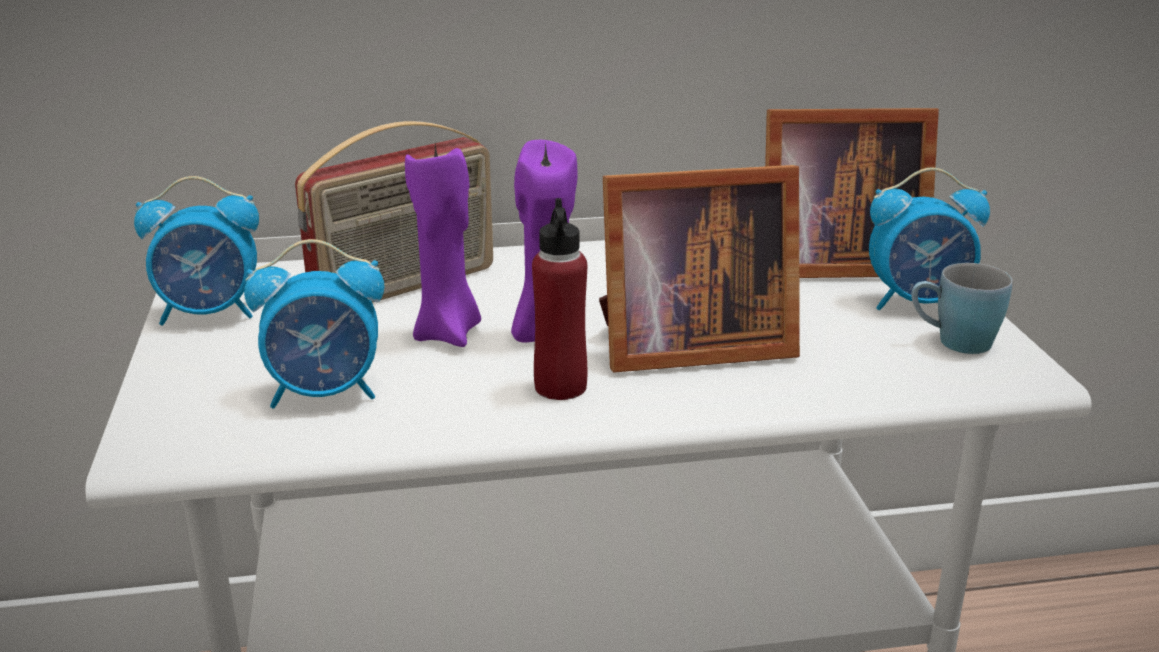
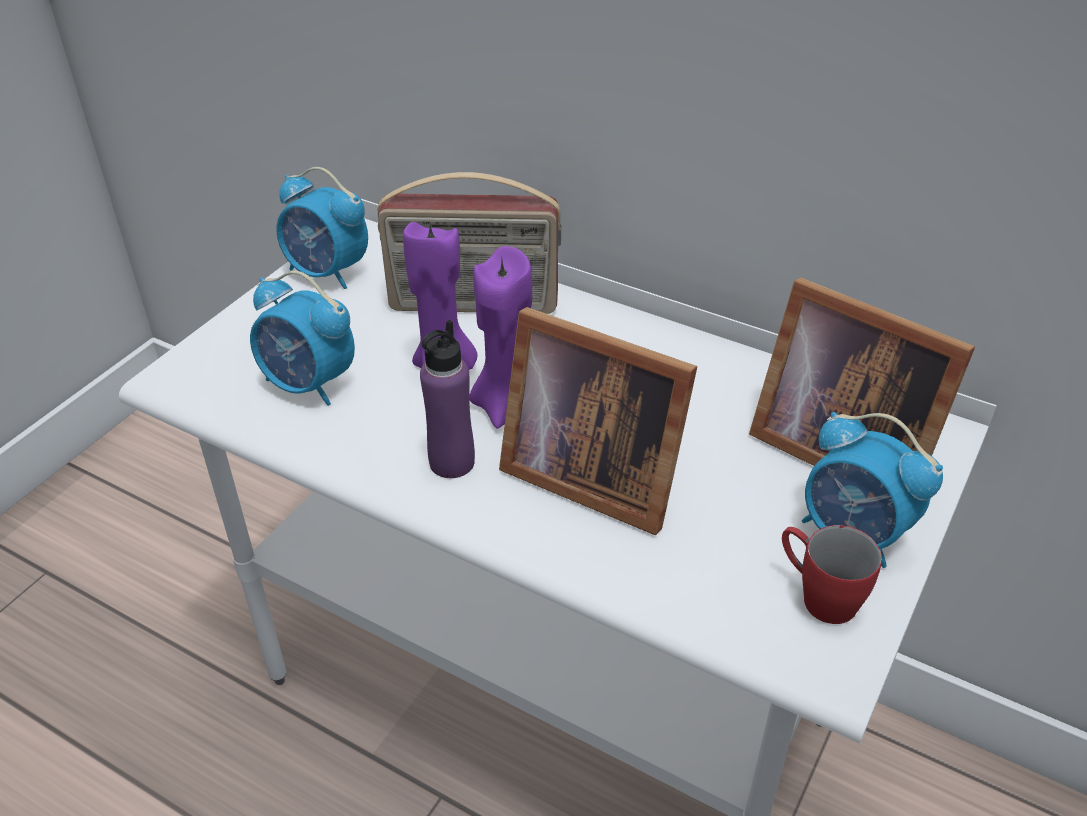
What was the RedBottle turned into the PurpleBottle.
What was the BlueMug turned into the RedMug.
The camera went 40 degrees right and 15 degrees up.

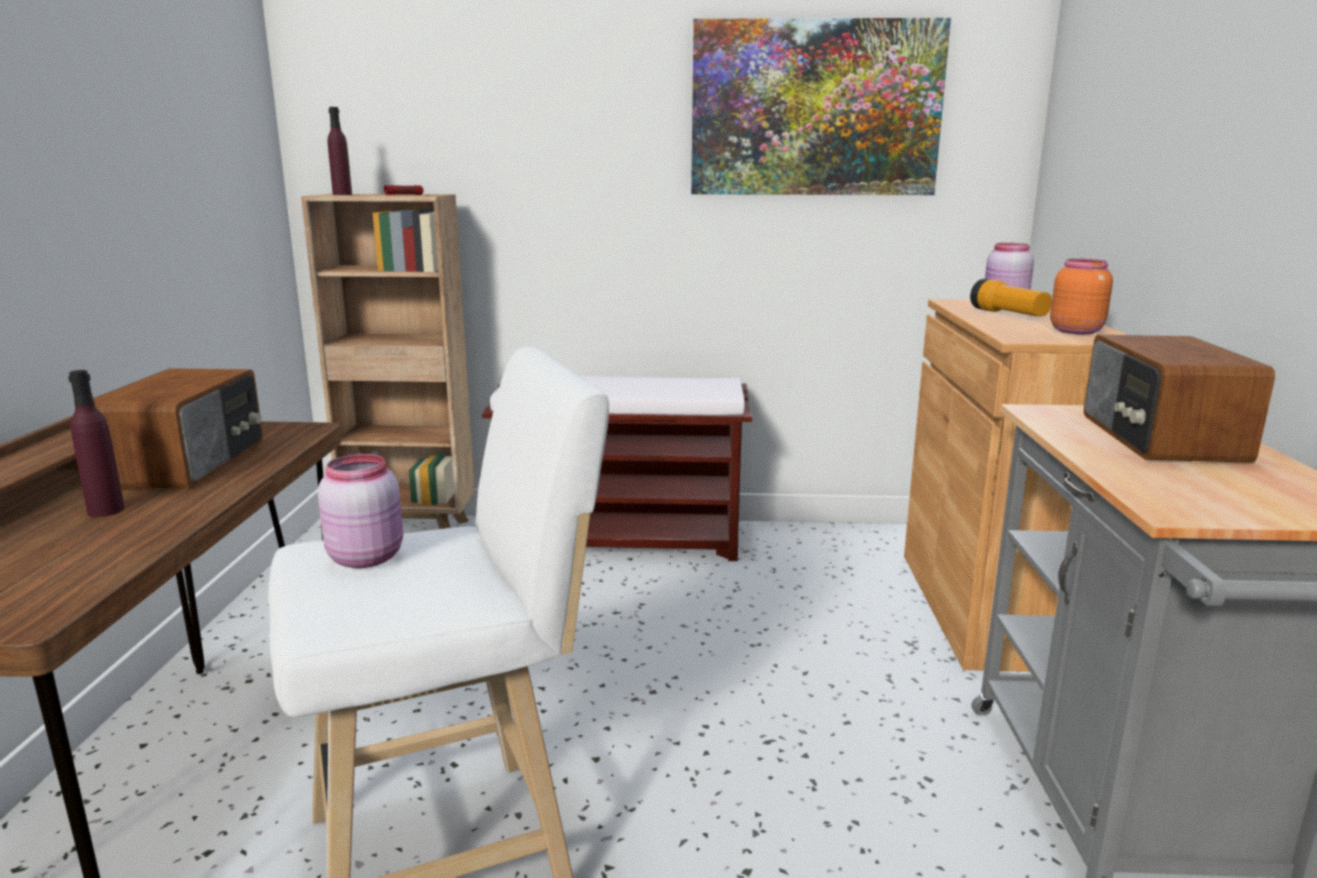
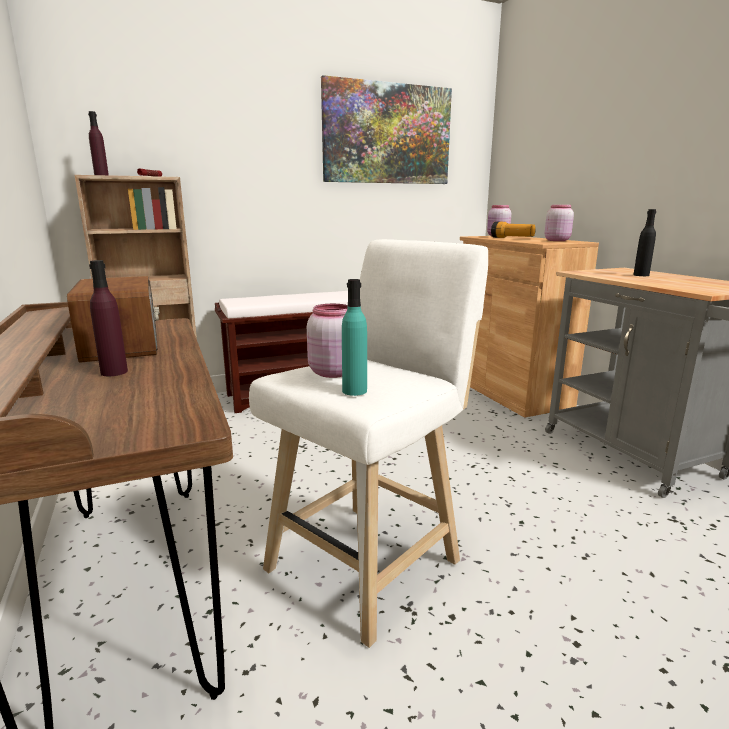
What was the OrangeJar turned into the PinkJar (3rd from left).
Where the Radio (2nd from left) stood, the BlackBottle came to stand.
The second view gained the TurquoiseBottle.
The camera went 25 degrees left and 0 degrees up.

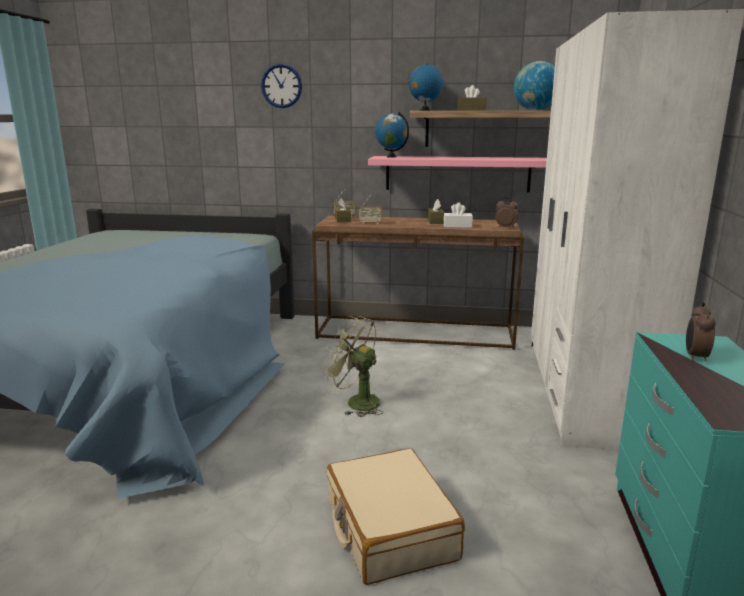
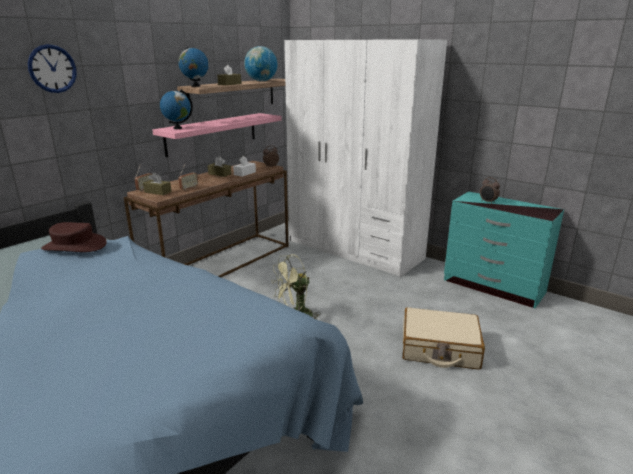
The second view gained the BrownHat.
The camera went 60 degrees left and 5 degrees up.

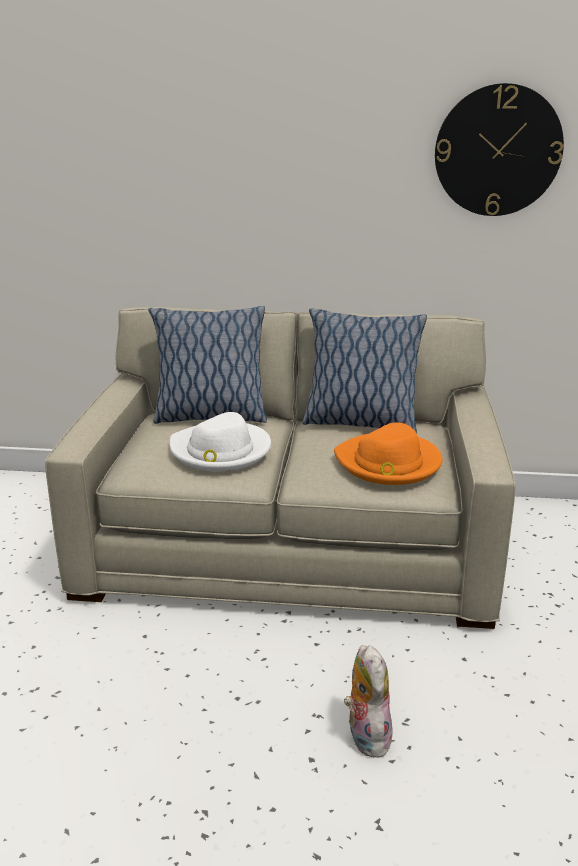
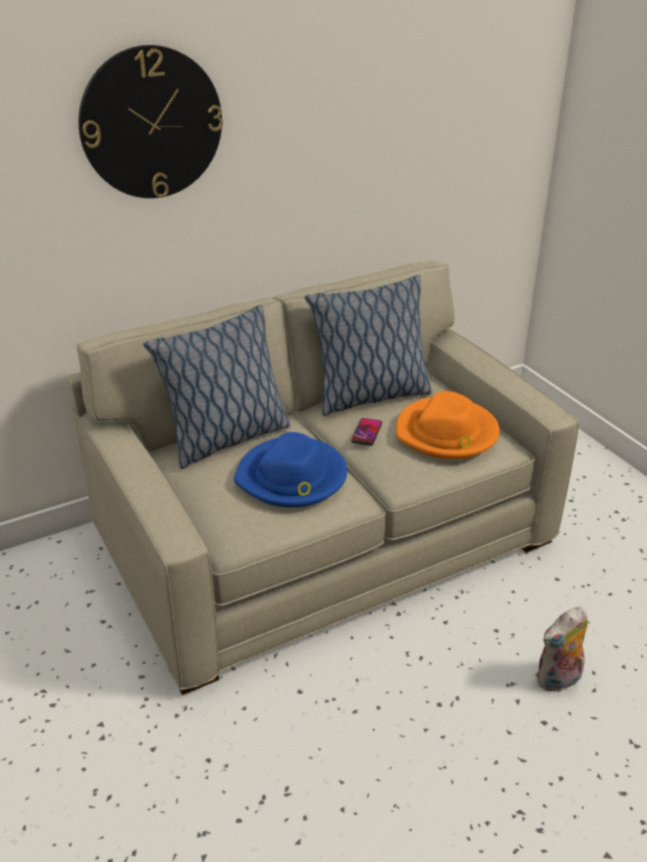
The WallClock ended up elsewhere.
What was the WhiteHat turned into the BlueHat.
The PlushToy ended up facing another way, 75 degrees counterclockwise from before.
The second view gained the Phone.
The camera went 35 degrees left and 10 degrees up.

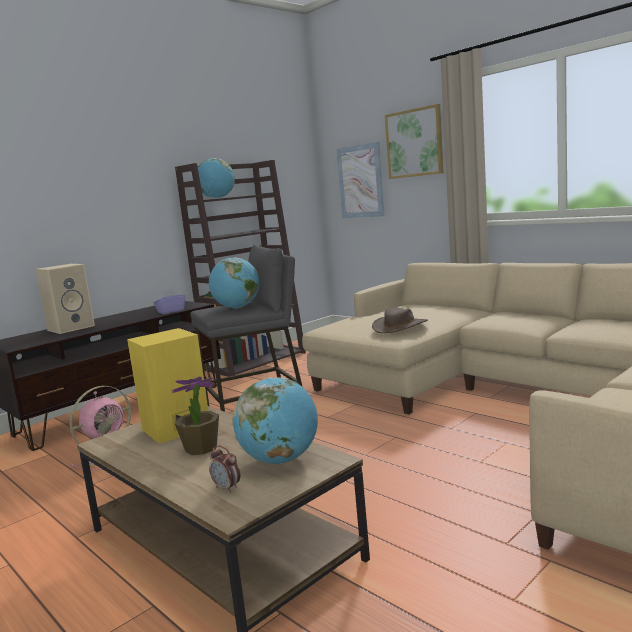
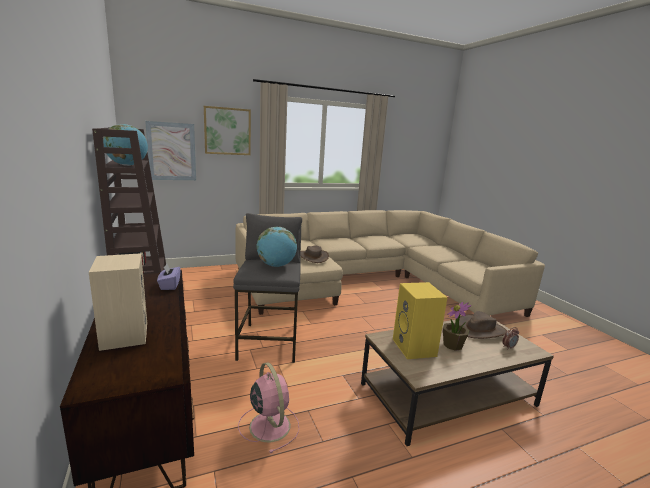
Where the Globe (3rd from left) stood, the BrownHat (2nd from left) came to stand.
The camera went 70 degrees left and 5 degrees up.

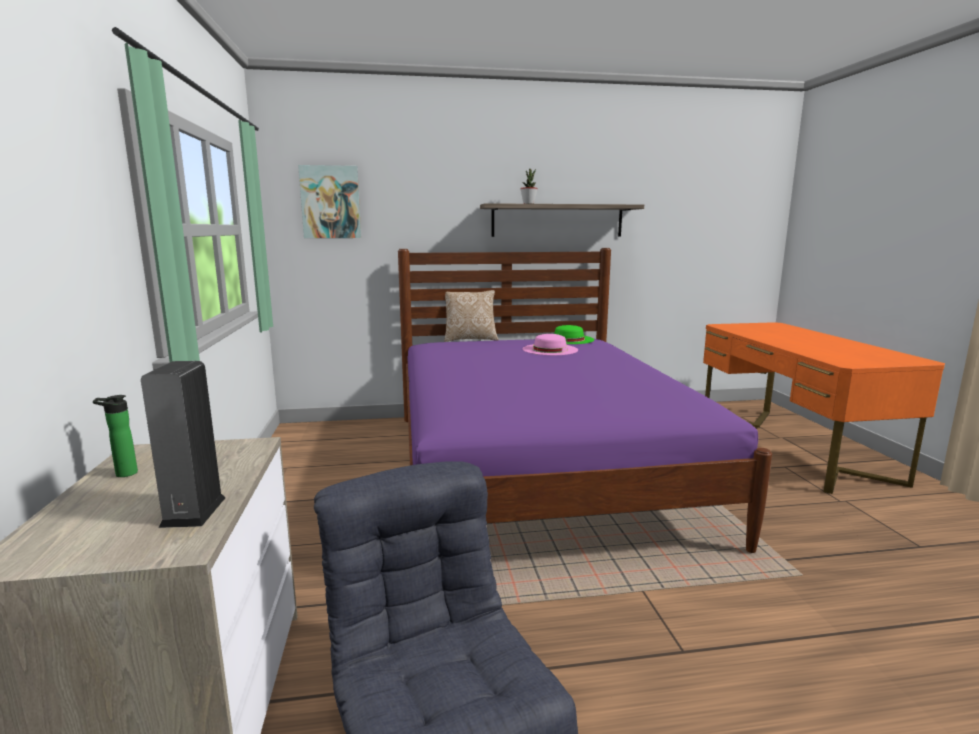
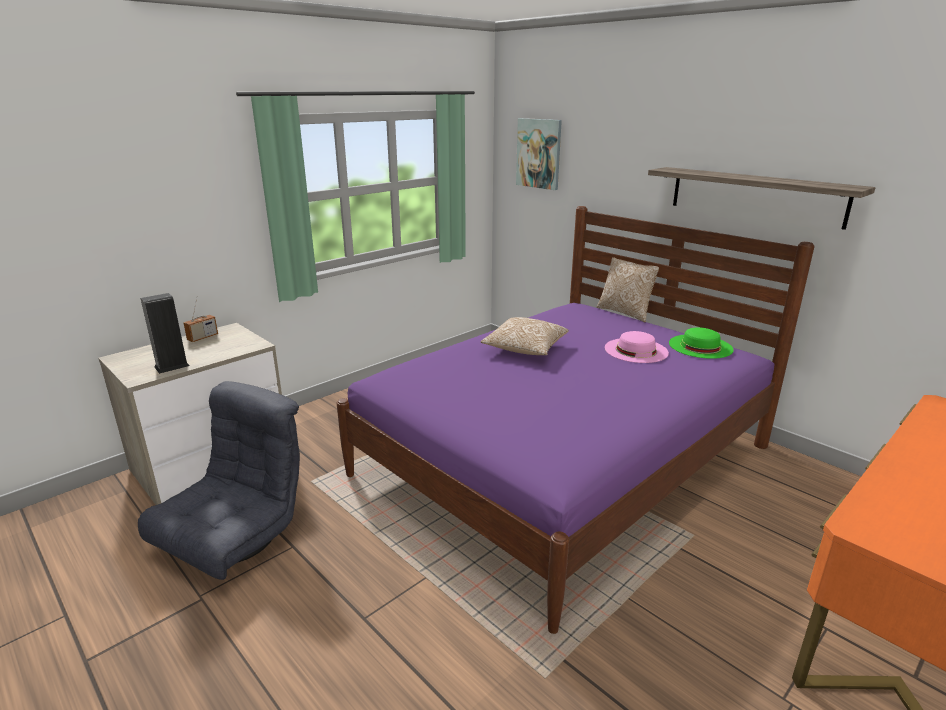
The second view lost the PottedPlant.
Where the Bottle stood, the Radio came to stand.
The second view gained the Pillow (1st from left).
The camera went 55 degrees right and 10 degrees up.

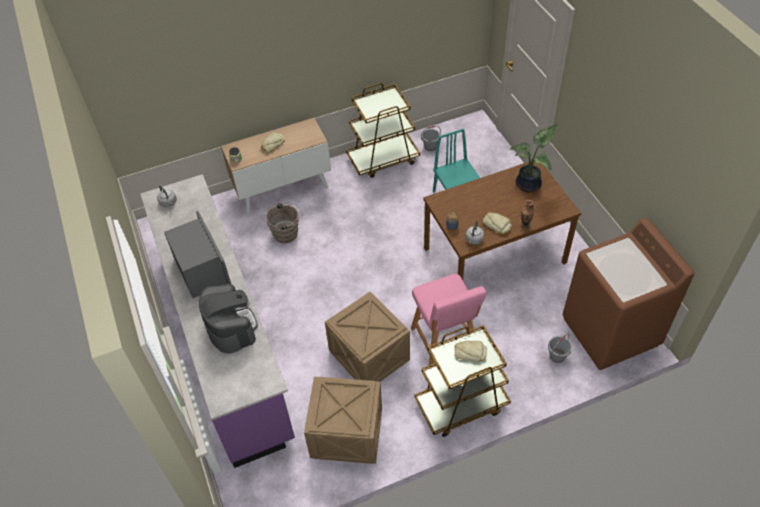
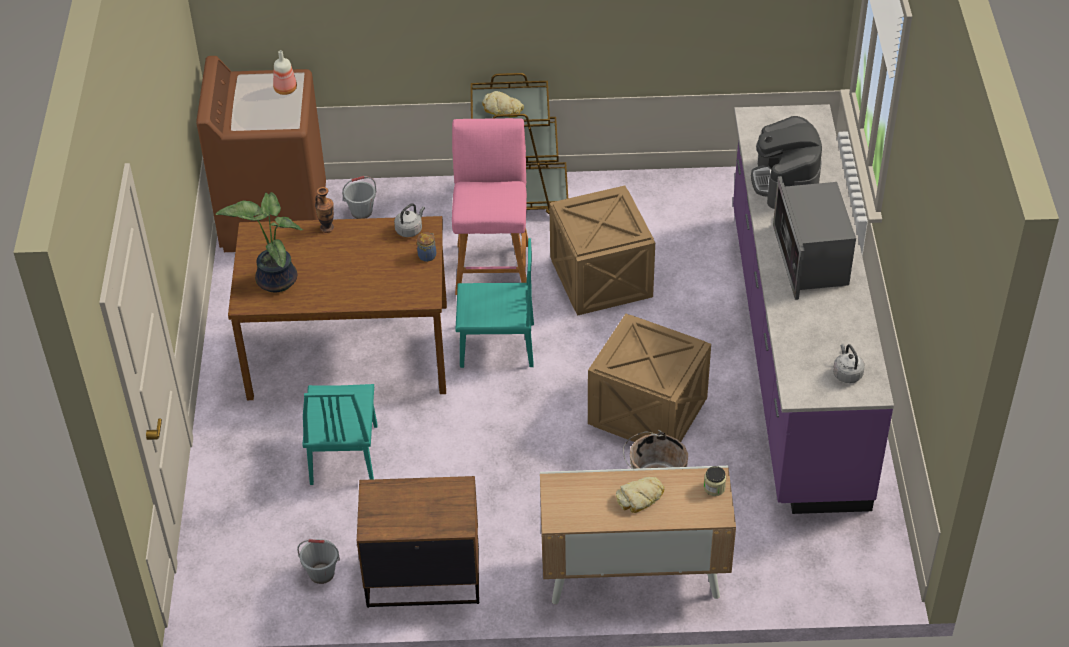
Where the BrownCart (1st from left) stood, the BrownNightstand came to stand.
The second view lost the Bread (3rd from left).
The Crate (1st from left in the first image) ended up elsewhere.
The second view gained the Bottle.
The second view gained the TurquoiseChair (2nd from left).
The camera went 160 degrees left and 5 degrees down.

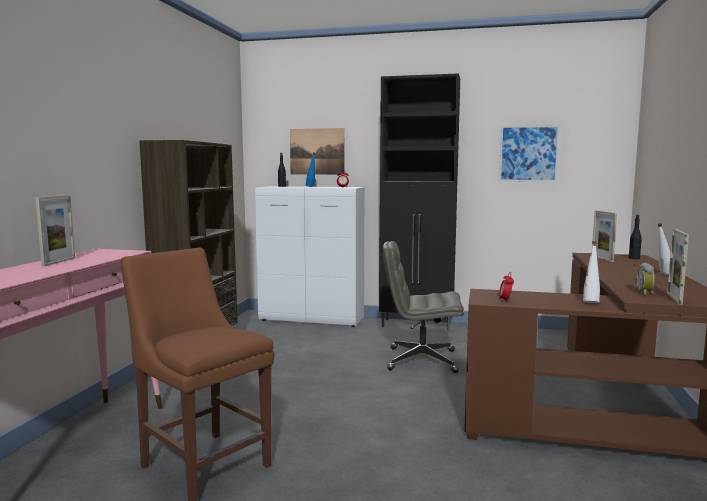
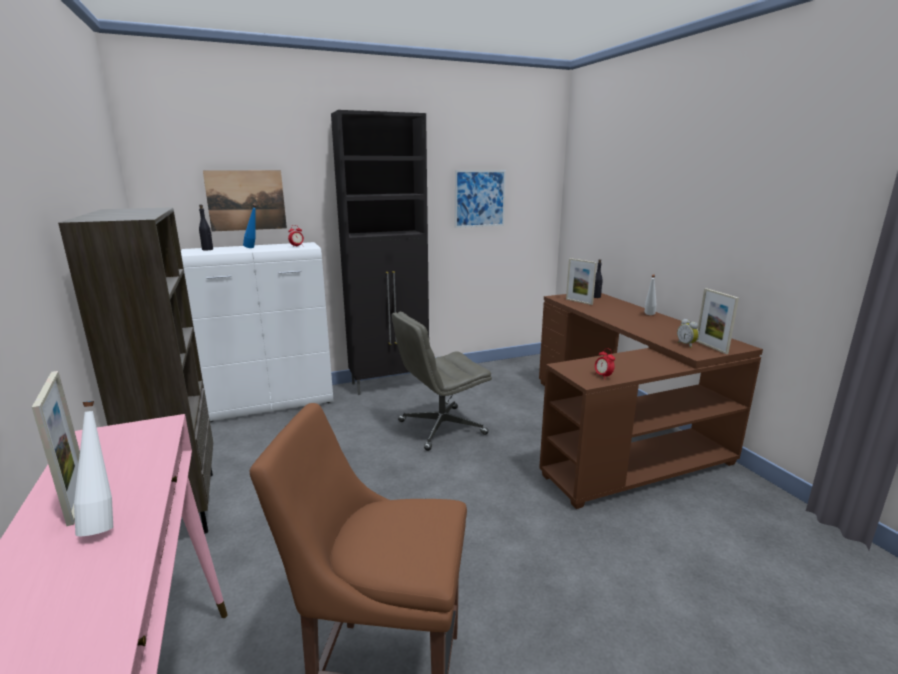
The WhiteBottle (1st from left) ended up elsewhere.
The camera went 35 degrees left and 10 degrees up.

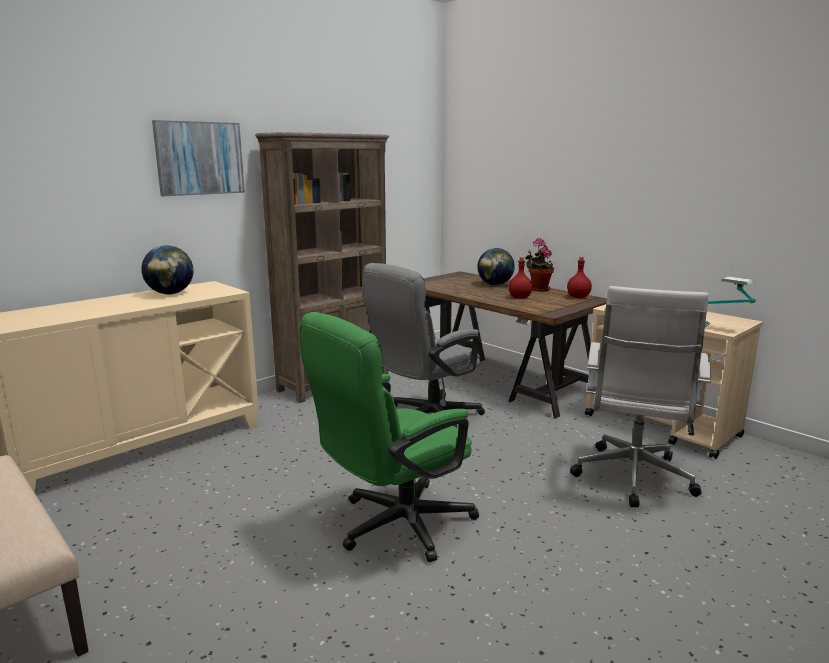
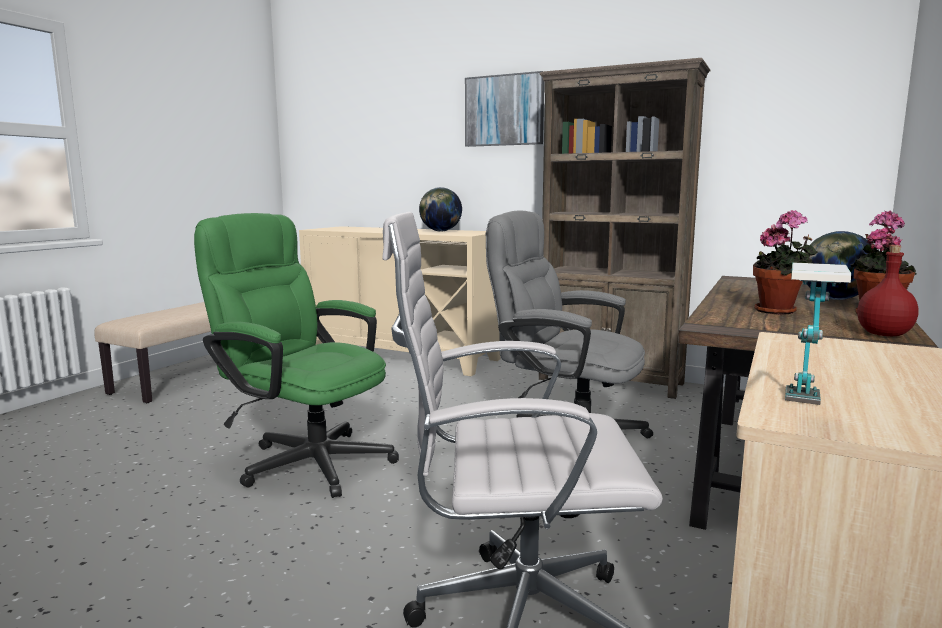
Where the RedBottle (1st from left) stood, the PottedPlant (1st from left) came to stand.
The camera went 70 degrees right and 5 degrees down.

